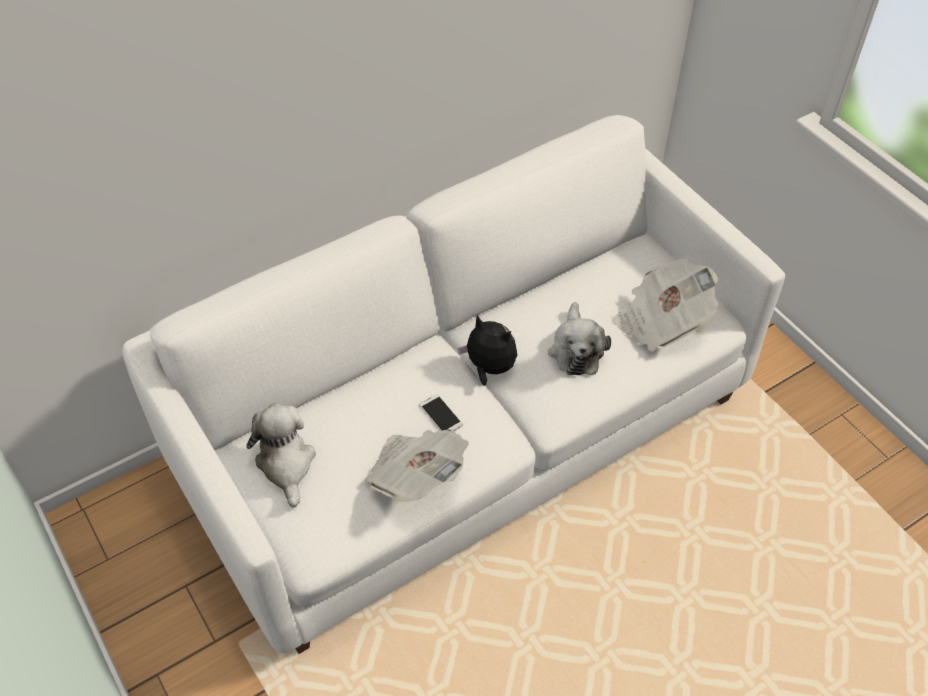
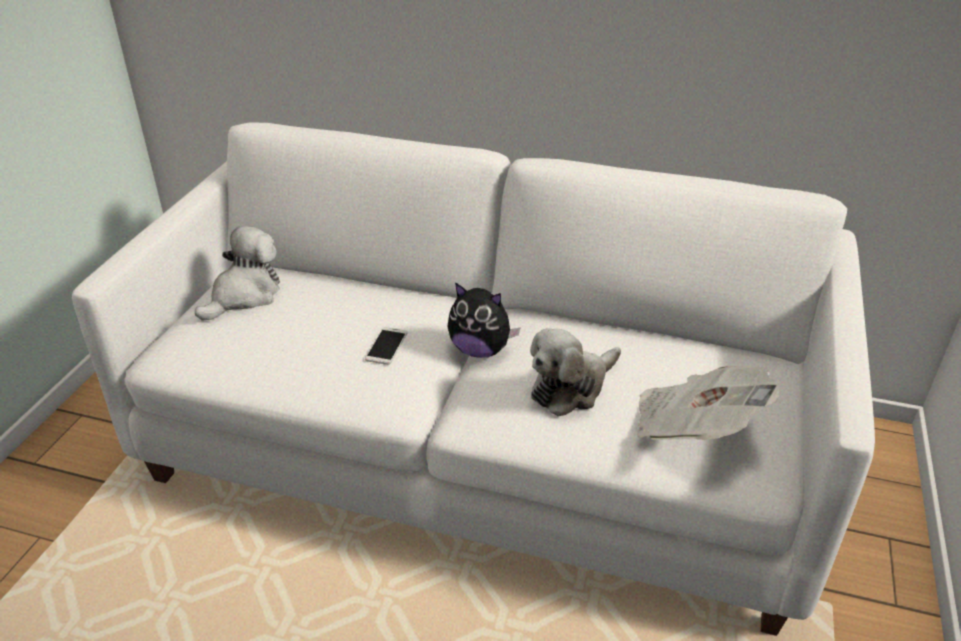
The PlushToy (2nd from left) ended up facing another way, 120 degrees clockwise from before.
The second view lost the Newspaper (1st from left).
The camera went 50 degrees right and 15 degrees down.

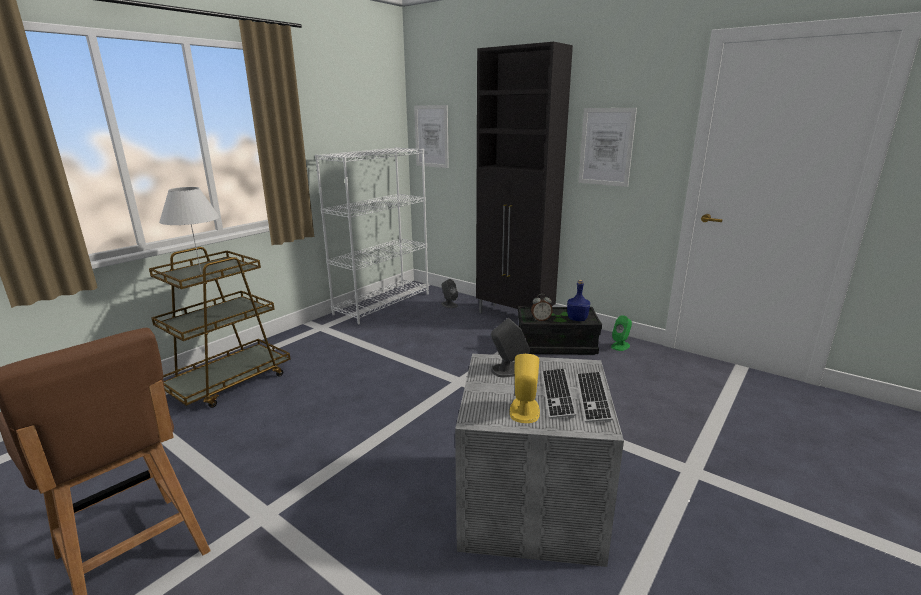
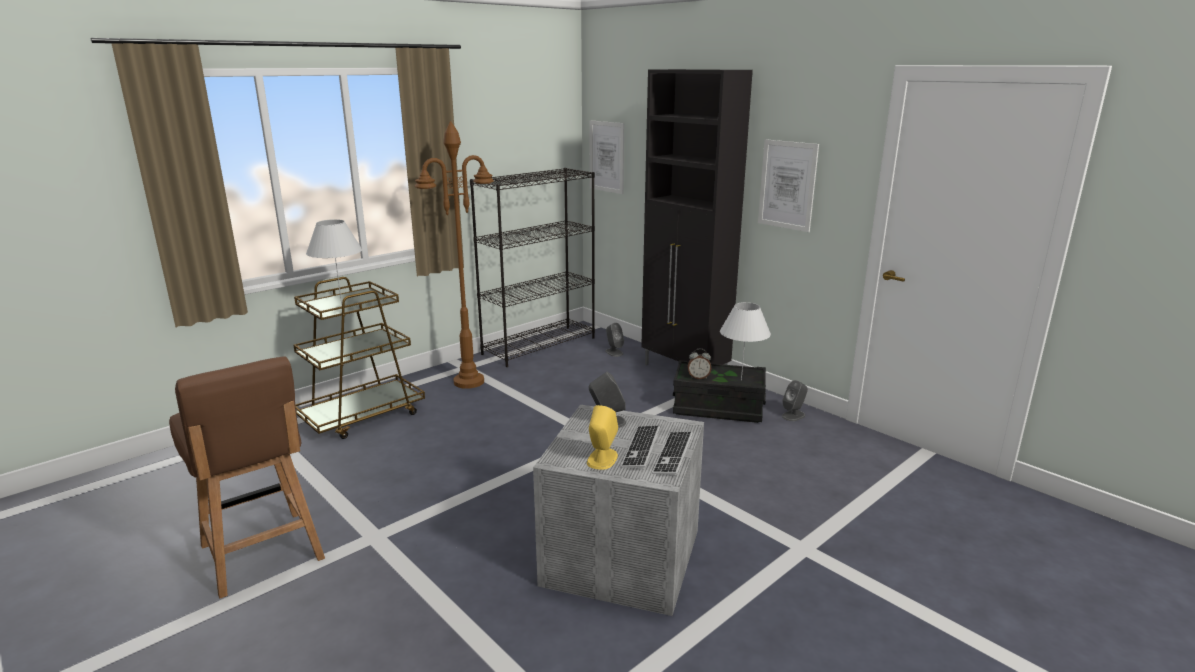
What was the WhiteBookcase turned into the BlackBookcase.
Where the BlueBottle stood, the WhiteTableLamp (2nd from left) came to stand.
What was the GreenSpeaker turned into the GreySpeaker (3rd from left).
The second view gained the BrownFloorLamp.
The camera went 10 degrees right and 0 degrees up.

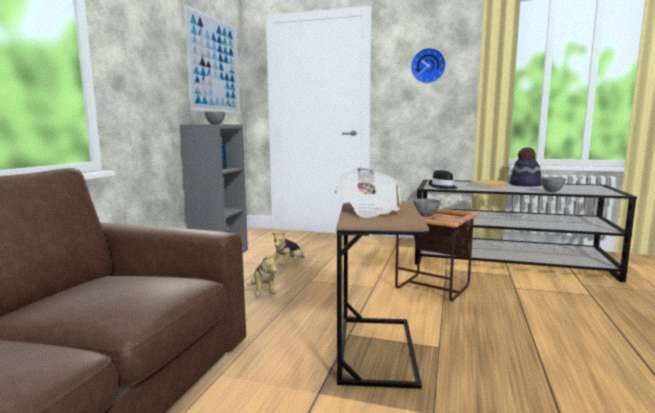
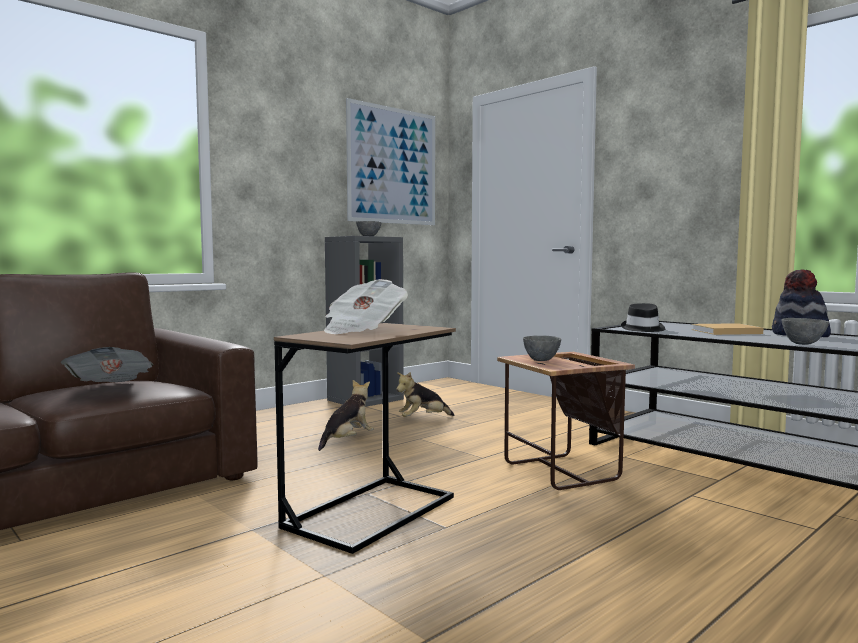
The second view lost the WallClock.
The PlushToy (1st from left) ended up facing another way, 150 degrees counterclockwise from before.
The second view gained the Newspaper (1st from left).
The camera went 30 degrees right and 5 degrees down.

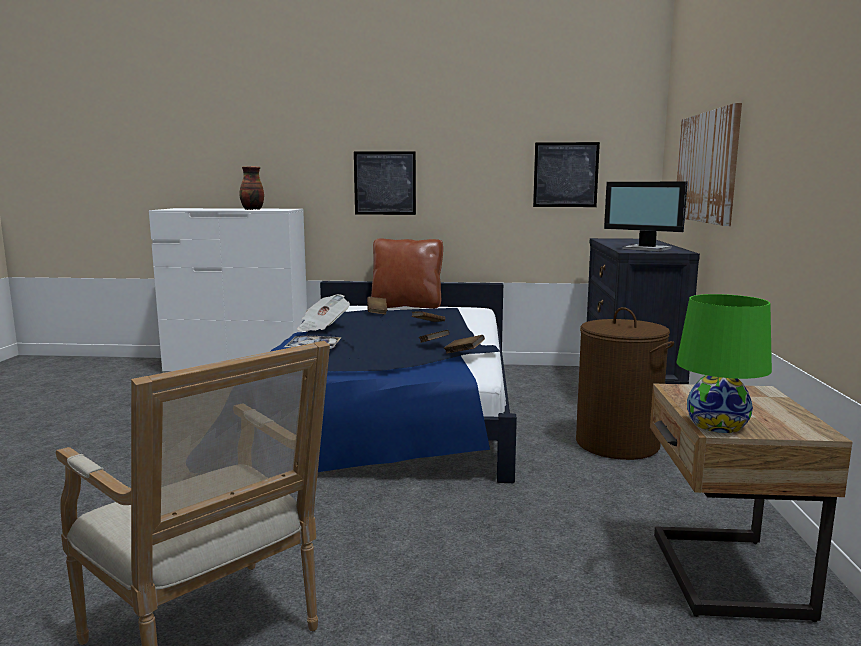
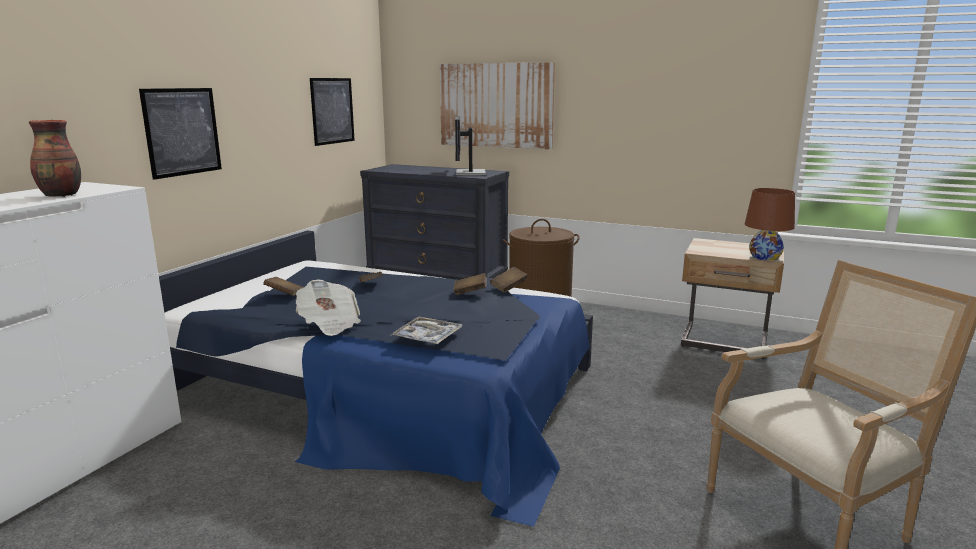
The Monitor ended up facing another way, 120 degrees clockwise from before.
The second view lost the BrownPillow.
What was the GreenTableLamp turned into the BrownTableLamp.
The camera went 70 degrees left and 5 degrees up.

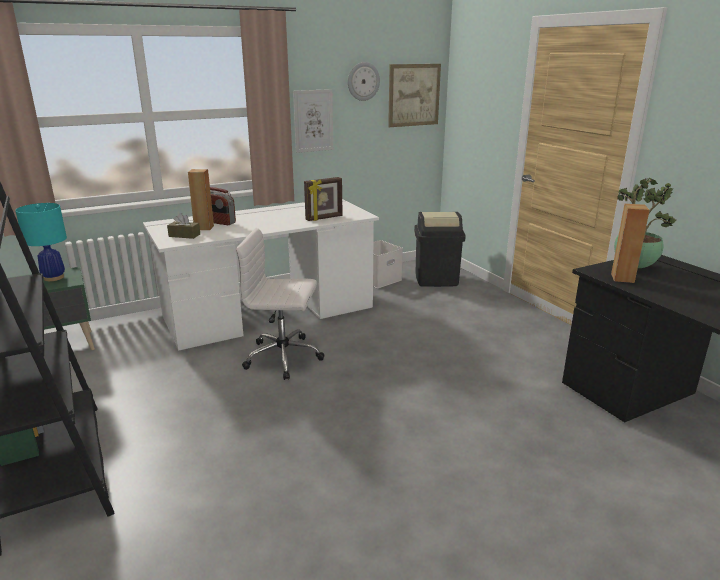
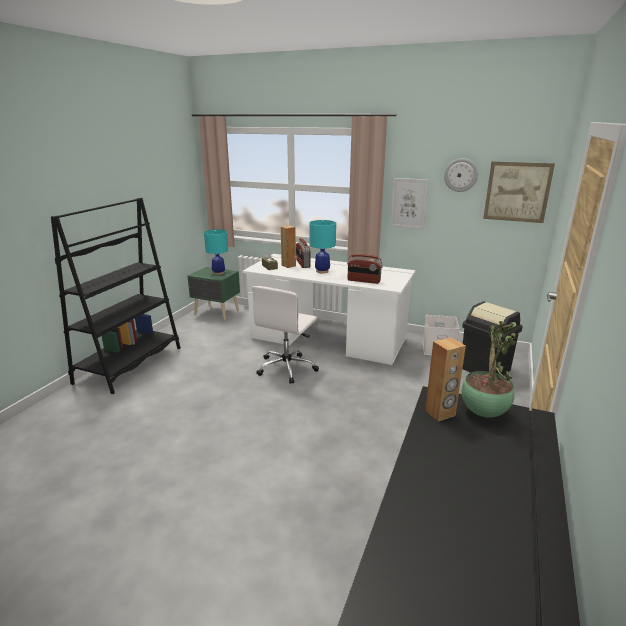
Where the PictureFrame stood, the Radio (2nd from left) came to stand.
The WhiteOfficeChair ended up facing another way, 120 degrees counterclockwise from before.
The second view gained the TurquoiseTableLamp (2nd from left).
The camera went 50 degrees right and 0 degrees up.

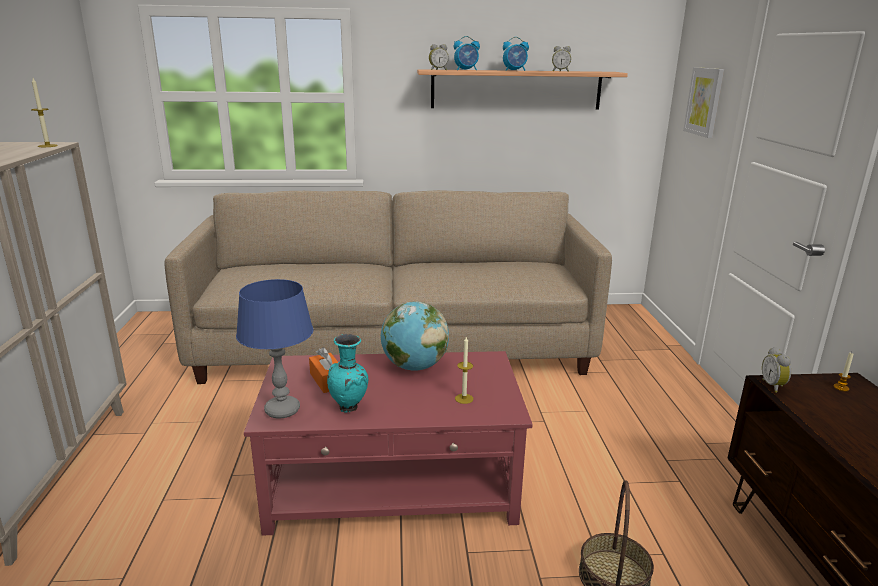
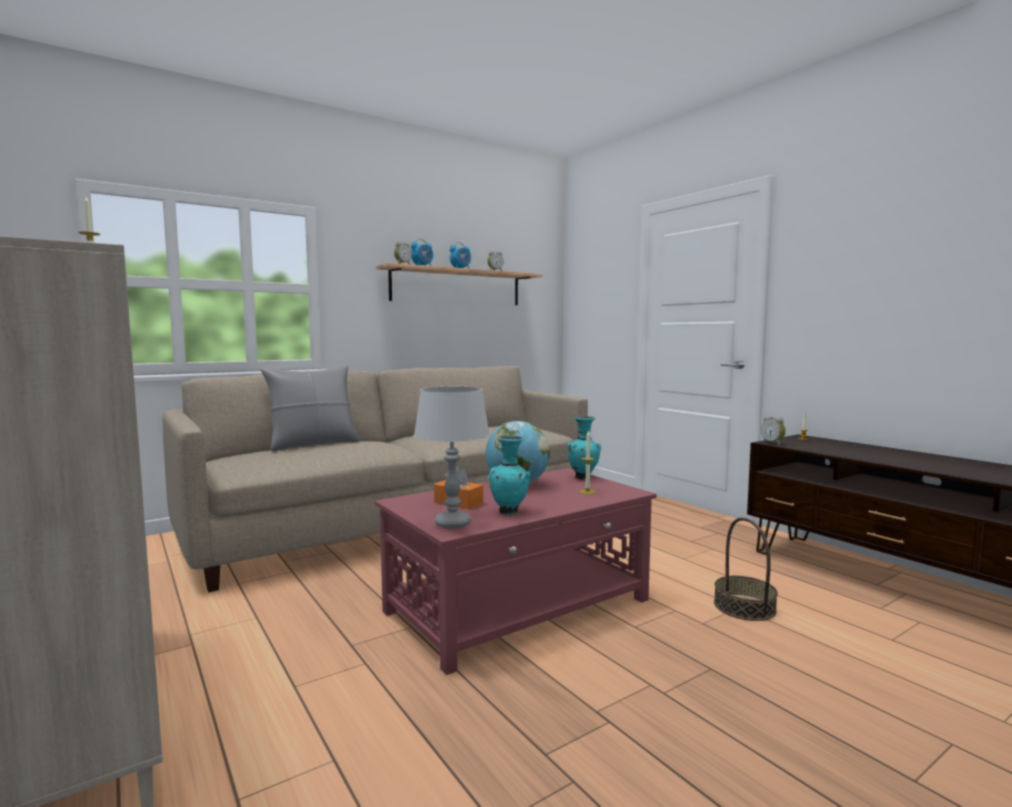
The second view lost the Picture.
What was the BlueTableLamp turned into the GreyTableLamp.
The second view gained the GreyPillow.
The second view gained the TurquoiseVase (2nd from left).
The camera went 30 degrees left and 15 degrees down.

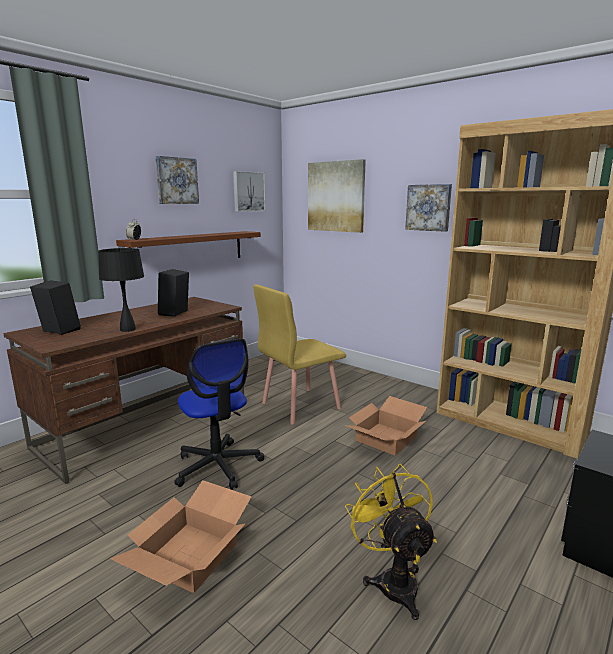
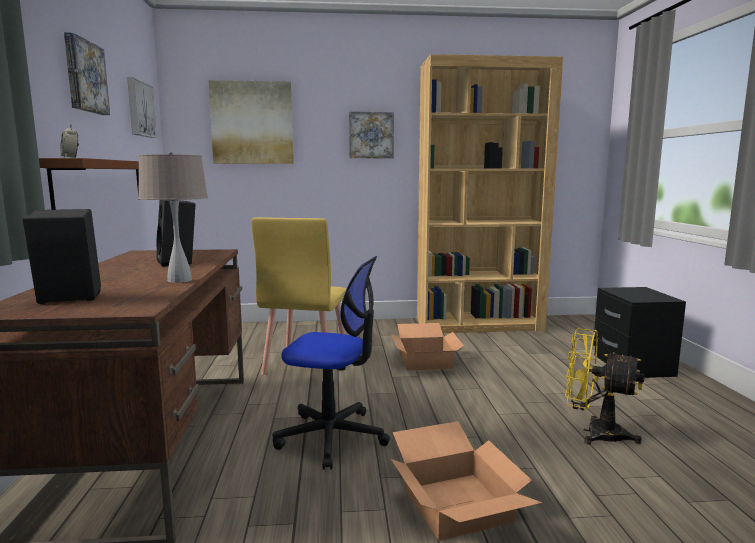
What was the BlackTableLamp turned into the BeigeTableLamp.
The camera went 45 degrees left and 5 degrees down.

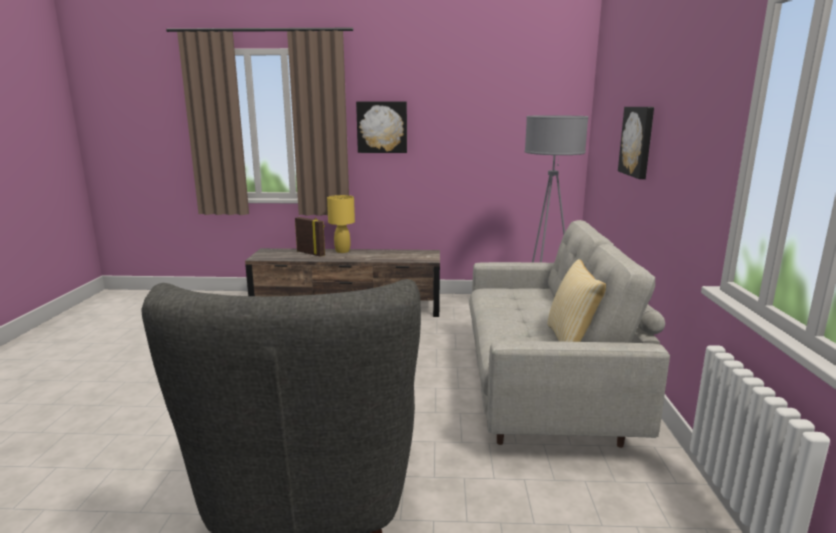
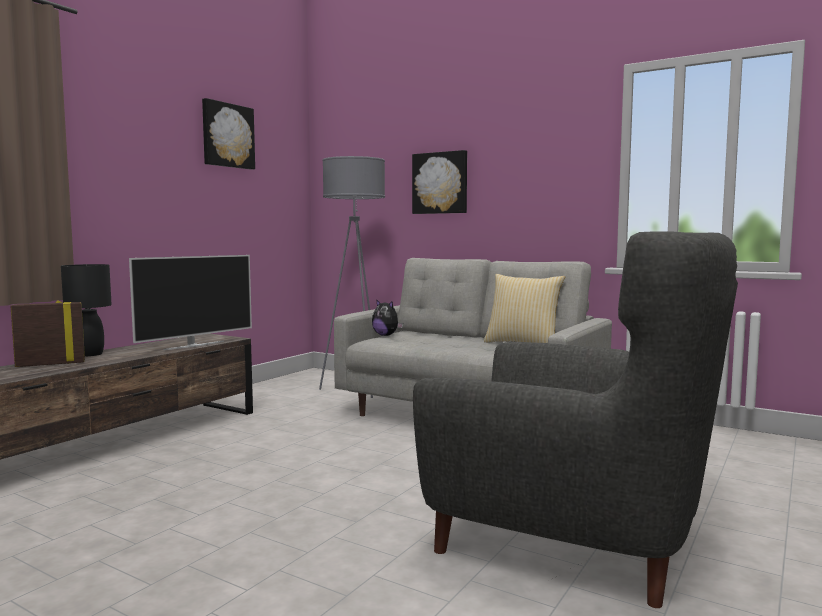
The Picture (1st from left) ended up elsewhere.
What was the YellowTableLamp turned into the BlackTableLamp.
The second view gained the Television.
The second view gained the PlushToy.
The camera went 60 degrees left and 10 degrees down.

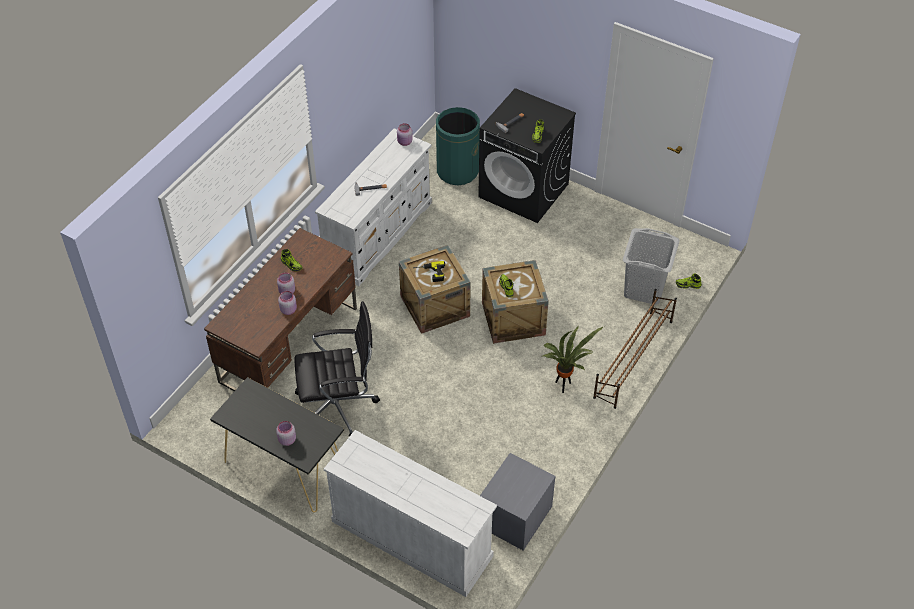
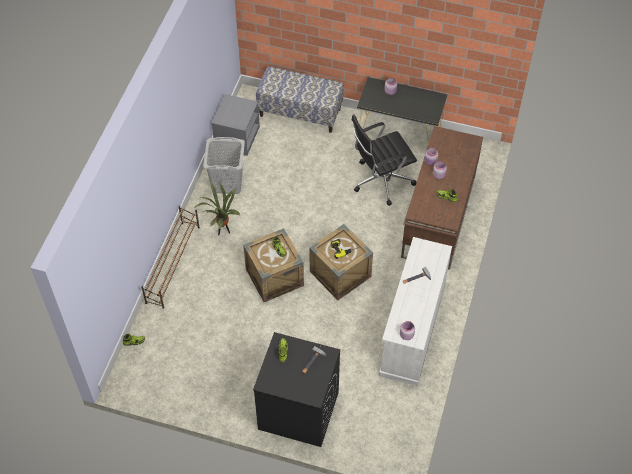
The second view lost the GreenTrashCan.
The GreyLaundryBasket ended up elsewhere.
Where the WhiteDresser (2nd from left) stood, the Bench came to stand.
The camera went 165 degrees right and 5 degrees up.

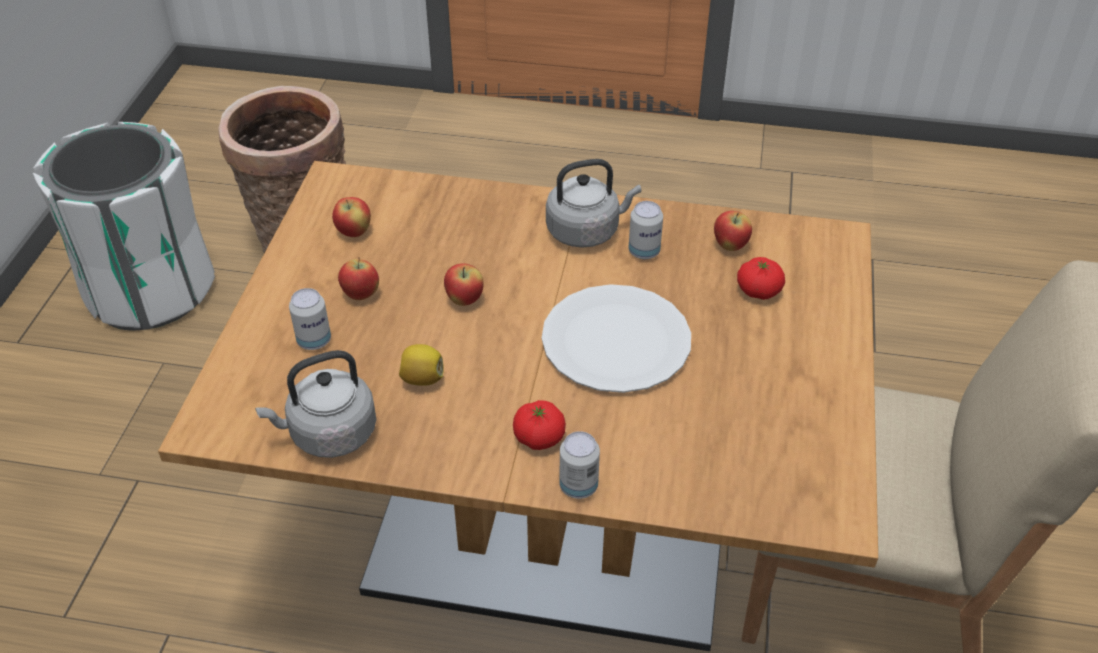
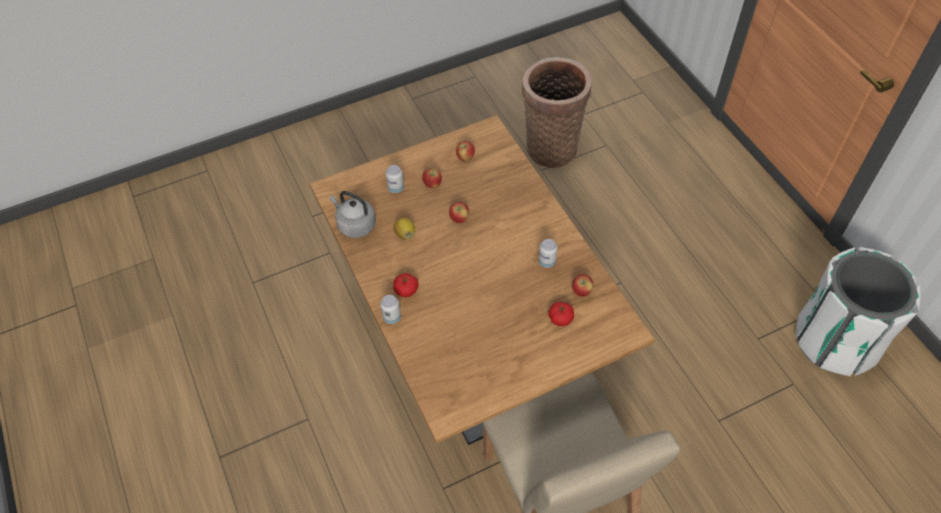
The WhiteTrashCan ended up elsewhere.
The second view lost the GreyKettle (2nd from left).
The second view lost the WhitePlate.
The camera went 55 degrees right and 10 degrees up.

